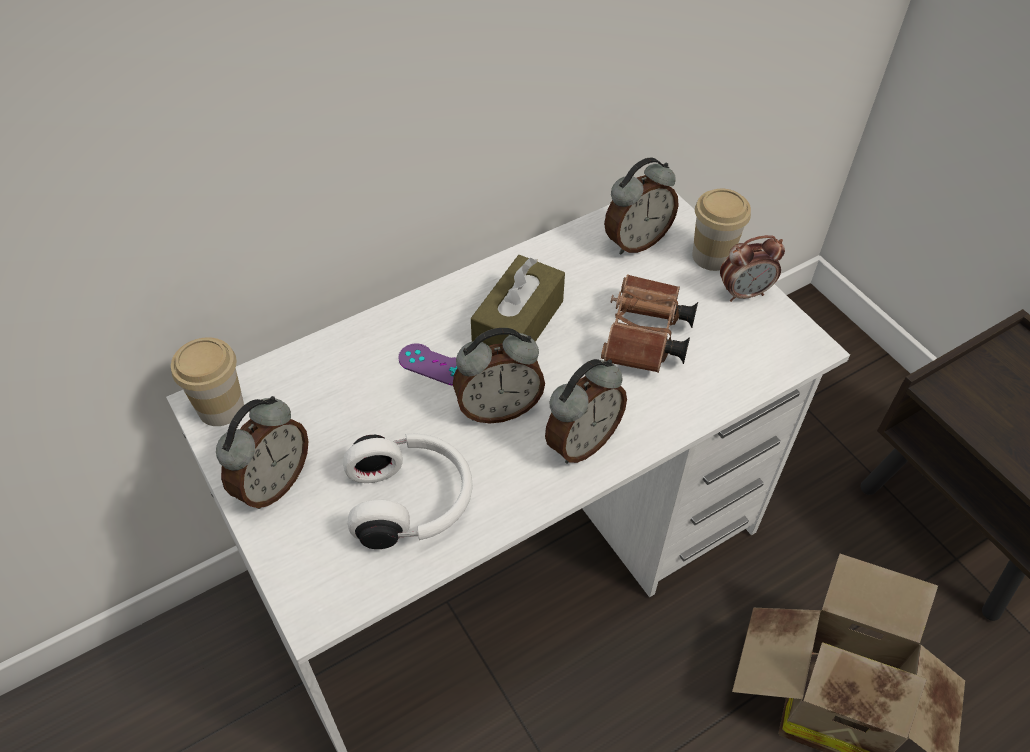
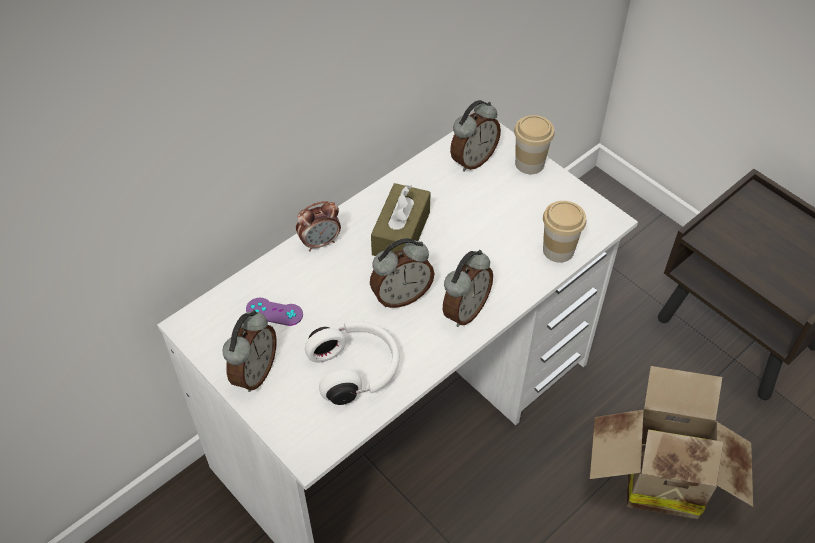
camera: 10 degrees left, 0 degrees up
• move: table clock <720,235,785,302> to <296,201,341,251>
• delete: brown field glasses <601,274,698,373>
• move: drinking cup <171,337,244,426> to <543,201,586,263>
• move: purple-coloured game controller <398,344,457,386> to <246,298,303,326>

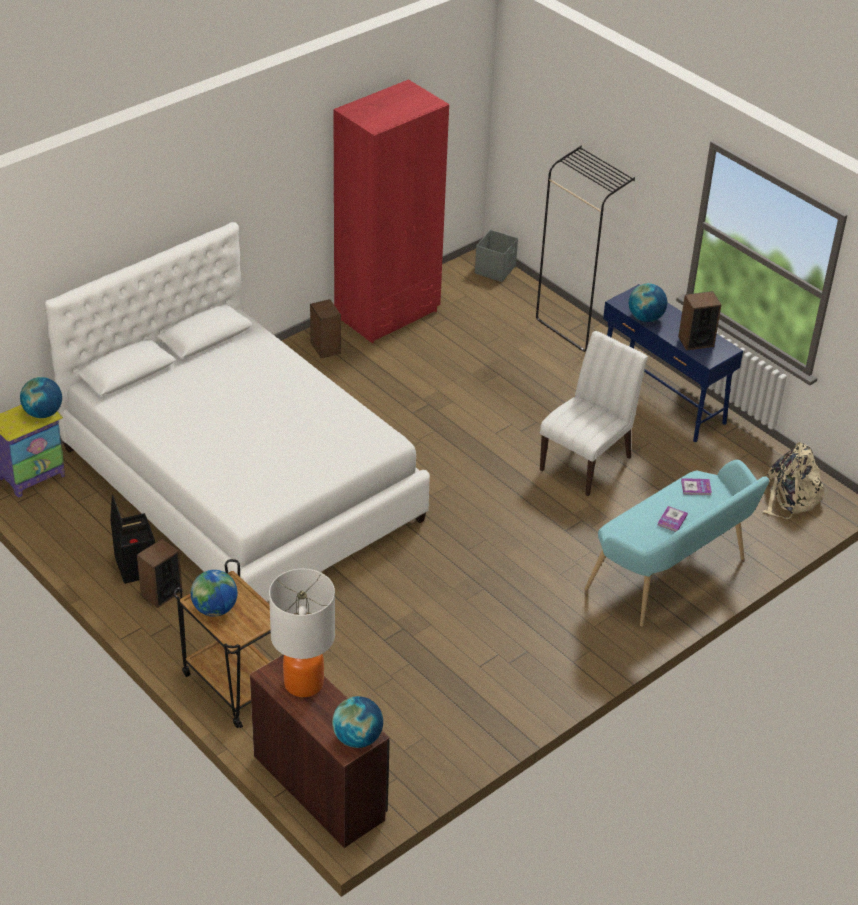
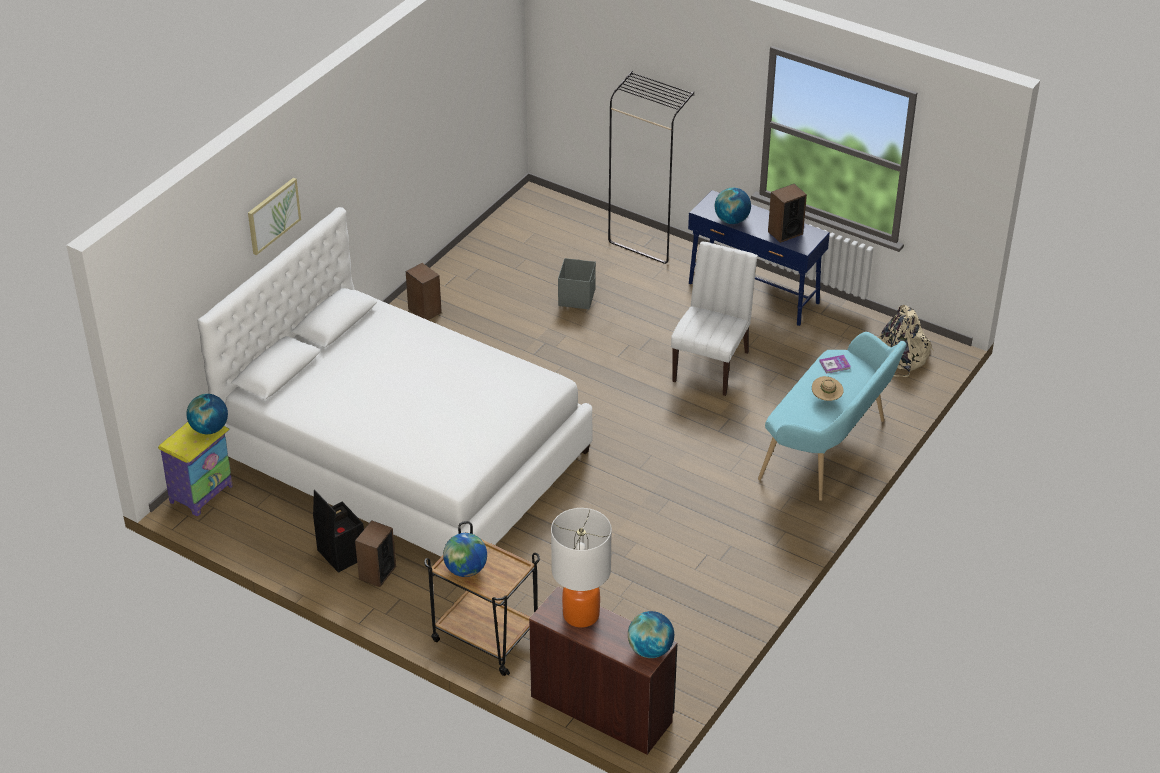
camera: 15 degrees left, 0 degrees up
• delete: red-coloured clothes cupboard <334,80,449,343>
• move: greyish storage container <475,230,518,282> to <558,258,596,309>
• replace: book <658,506,688,532> to beige-coloured wearable hat <812,376,844,401>
• insert: wall picture <248,178,301,255>

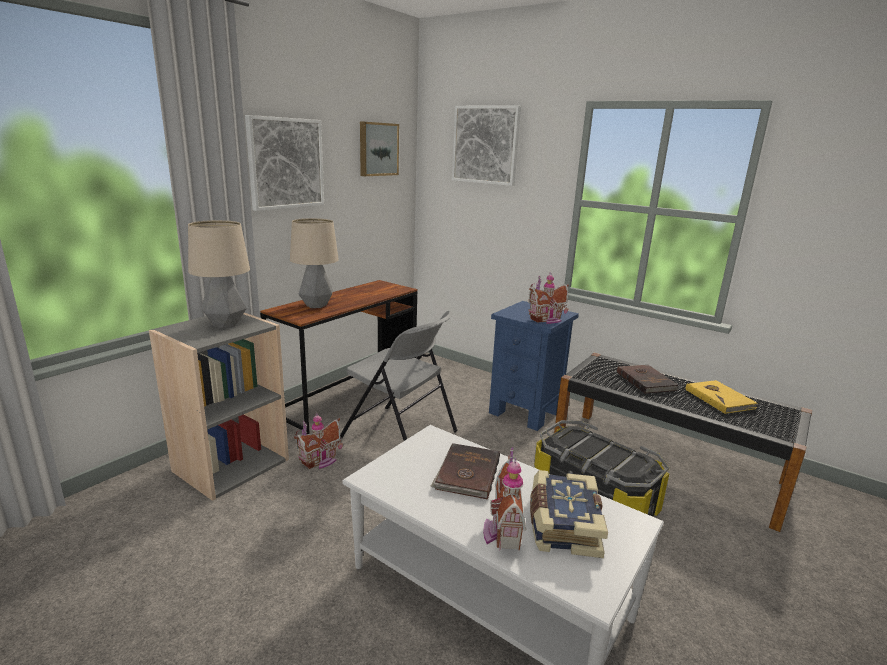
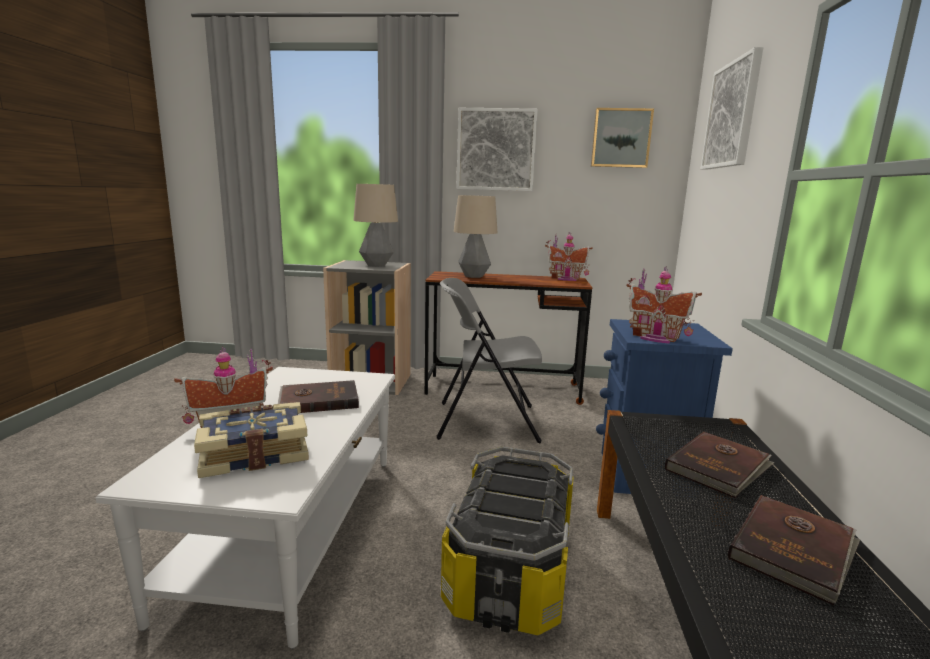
camera: 60 degrees right, 5 degrees down
• rotate: greyish upright chair <340,311,458,441> = <437,278,542,443> 90 degrees clockwise
• recolor: yellow-coloured book <686,380,757,414> to brown book <728,495,860,606>
• move: toy house <294,413,343,469> to <545,234,593,281>

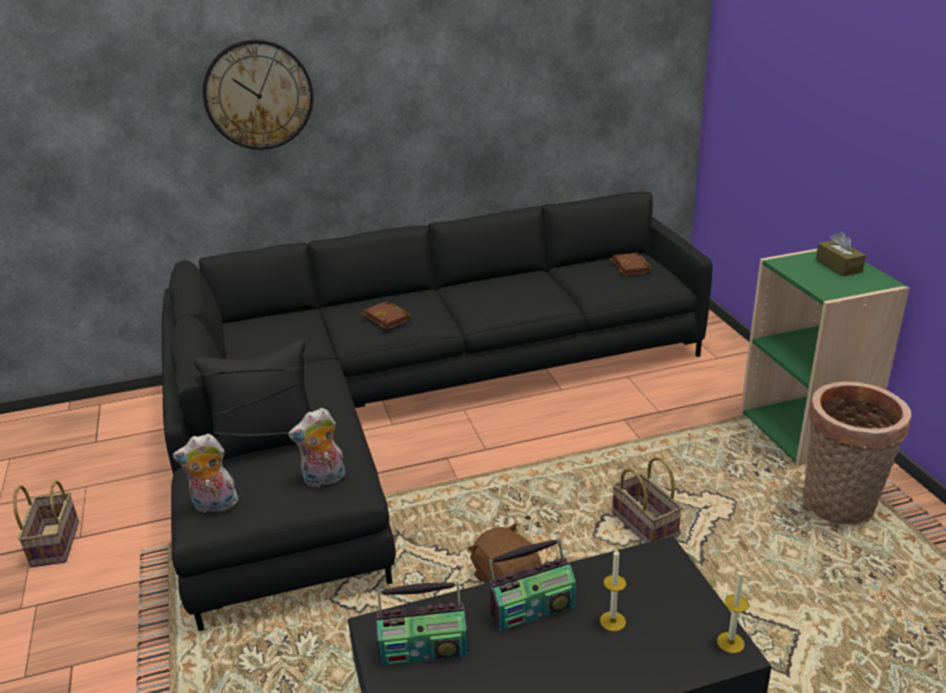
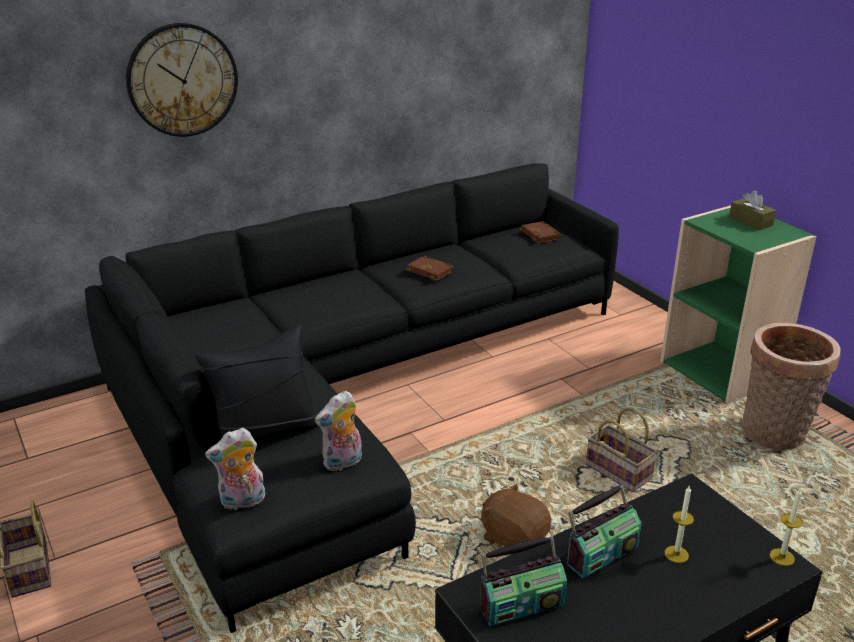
camera: 15 degrees left, 0 degrees up
• move: brown book <361,301,411,330> to <406,256,453,281>

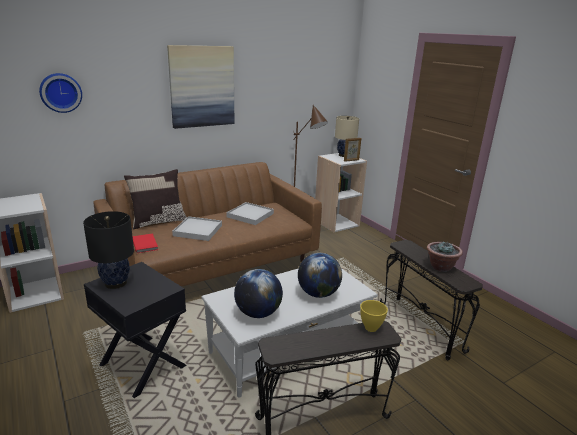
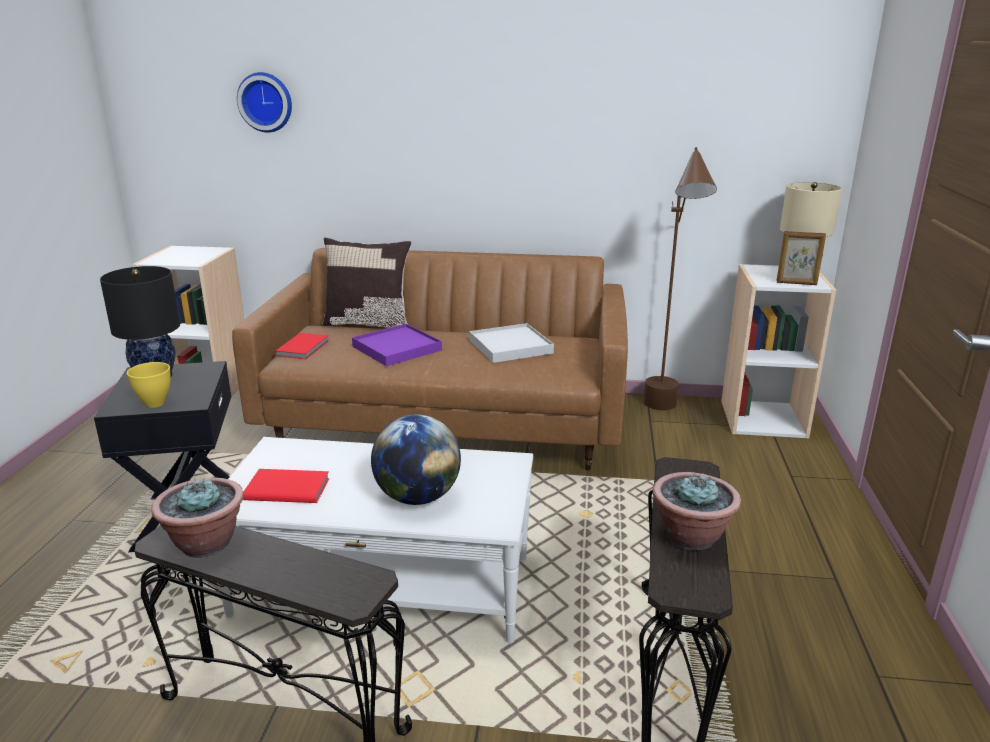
camera: 40 degrees right, 0 degrees up
• delete: wall picture <167,45,234,129>
• recolor: white-coloured serving tray <172,216,222,241> to purple-coloured serving tray <352,324,442,366>
• replace: world globe <234,269,283,318> to red-coloured book <243,469,329,503>
• move: yellow-coloured serving bowl <360,300,388,332> to <127,362,171,408>
• insert: potted plant <151,477,244,558>

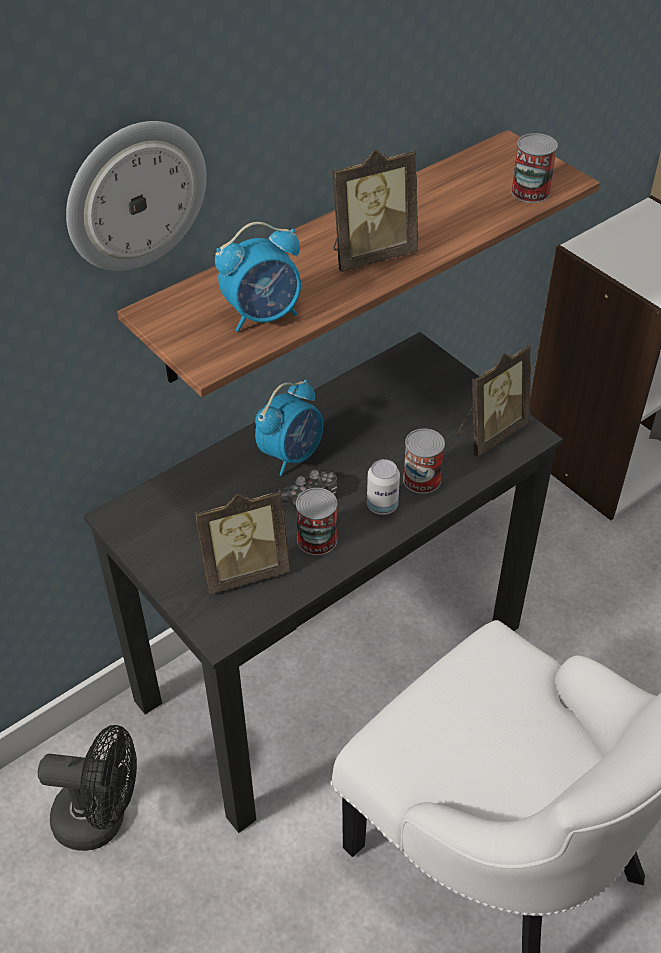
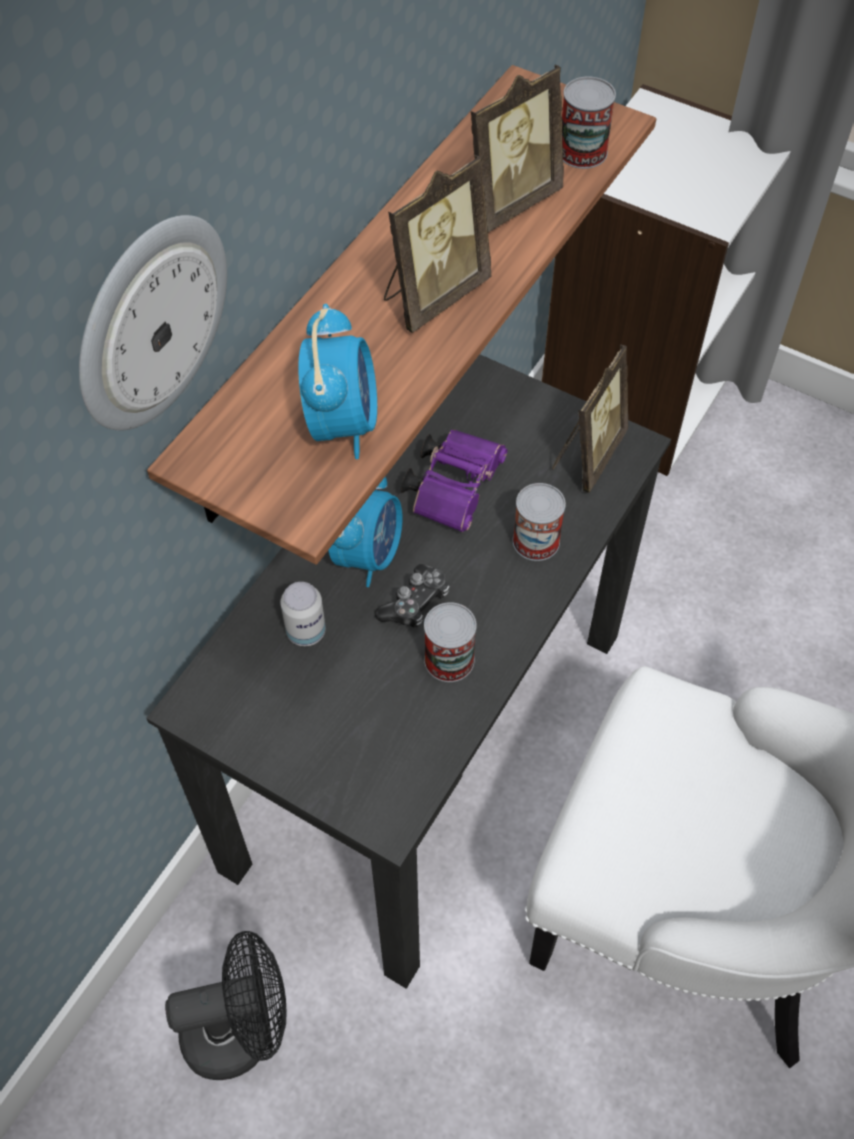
camera: 20 degrees left, 10 degrees up
• rotate: table clock <215,222,301,332> = <298,304,377,459> 45 degrees counterclockwise
• move: can <367,459,400,515> to <280,582,326,646>
• move: standing frame <194,489,290,595> to <471,65,564,232>
• insert: purple-coloured field glasses <401,430,507,532>

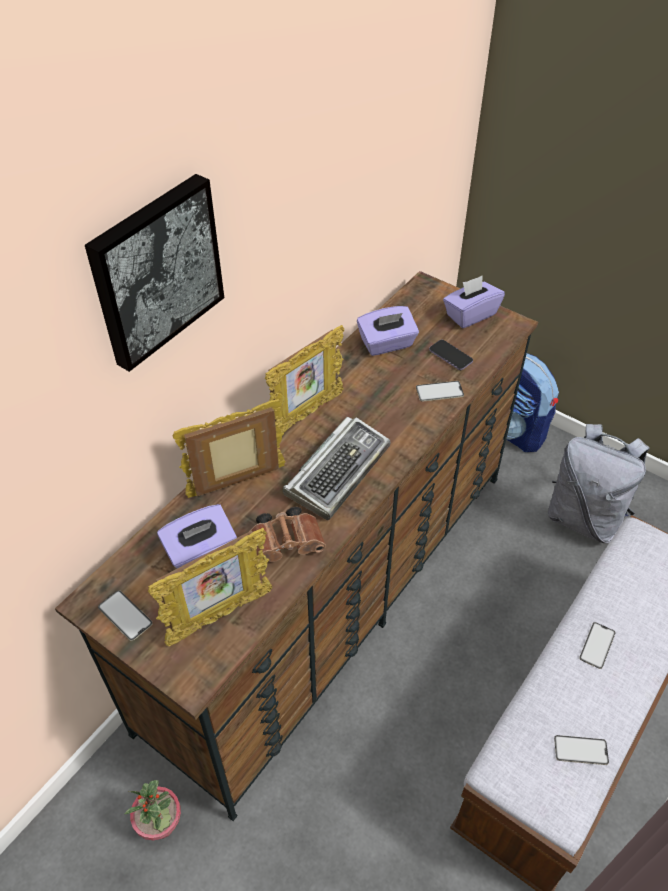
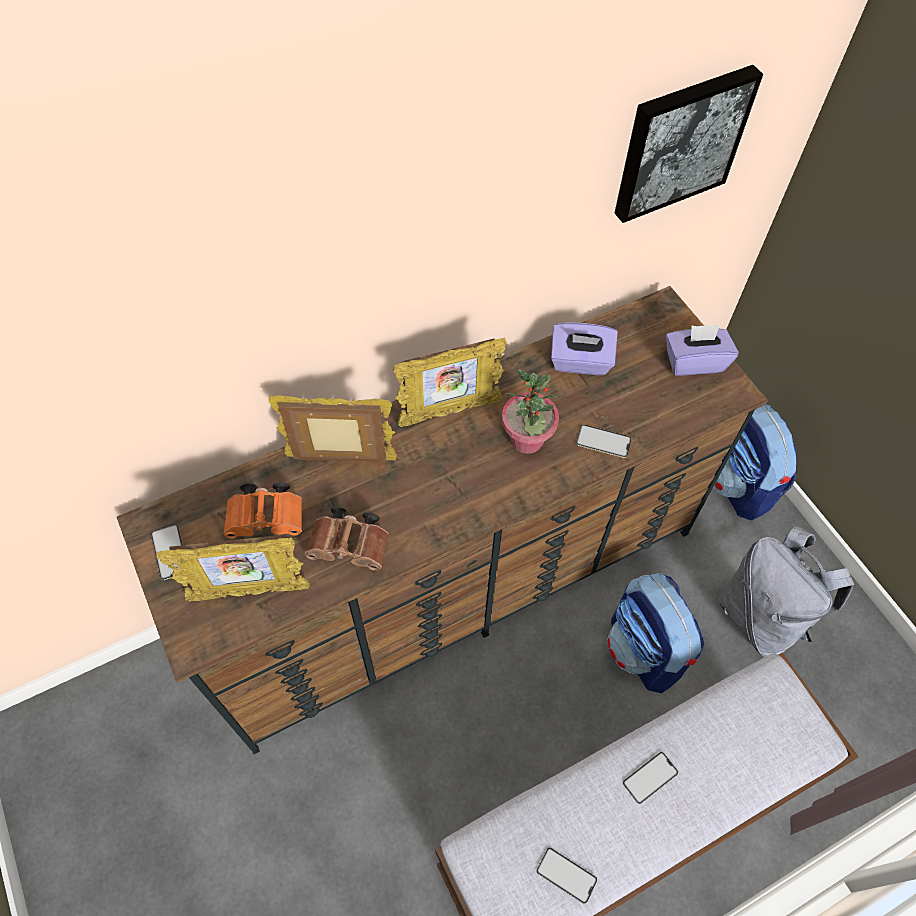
camera: 25 degrees right, 10 degrees up
• move: wall picture <85,174,224,372> to <615,65,763,223>
• delete: phone <429,340,473,370>
• delete: PC keyboard <283,417,390,520>
• replace: purple-coloured tissue box <157,504,237,568> to orange field glasses <223,482,302,539>
• move: potted plant <125,780,181,840> to <502,369,559,454>
• insert: knapsack <607,573,704,693>

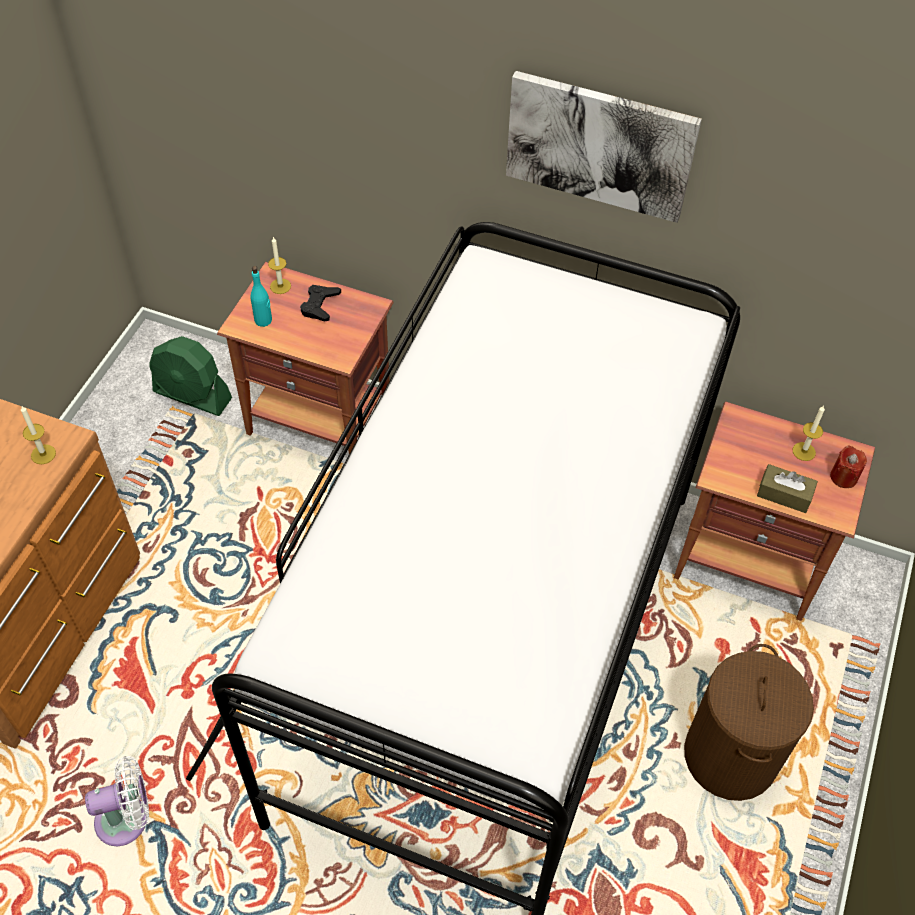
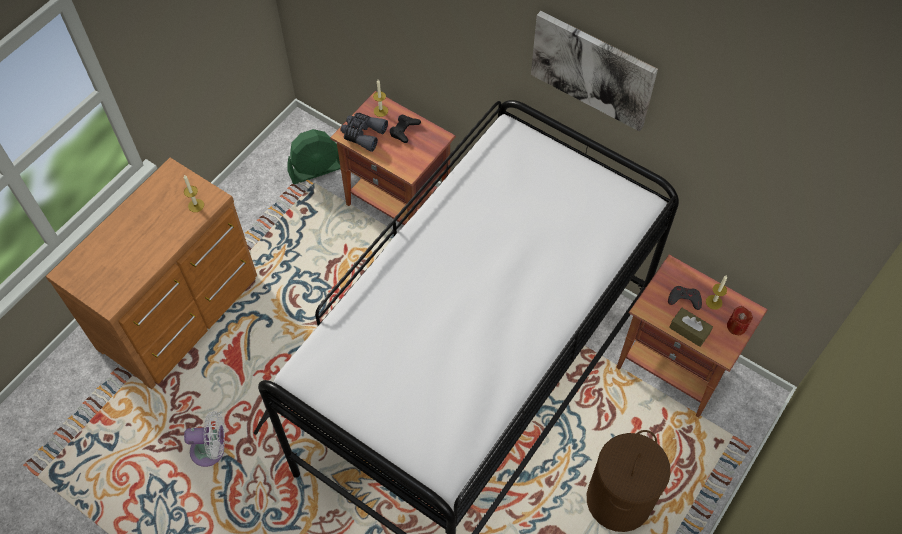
camera: 15 degrees right, 5 degrees up
• replace: turquoise-coloured drink bottle <251,266,272,327> to greyish field glasses <340,113,388,152>
• rotate: greenish fan <150,336,232,416> = <288,129,341,184> 60 degrees counterclockwise
• insert: greyish game controller <668,286,702,310>

